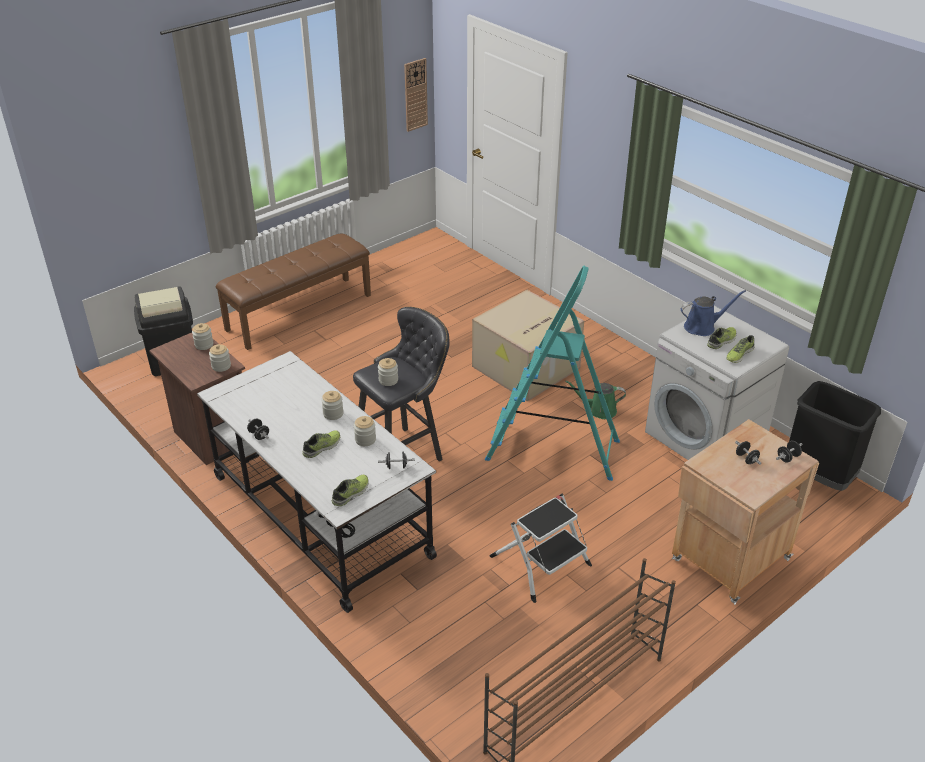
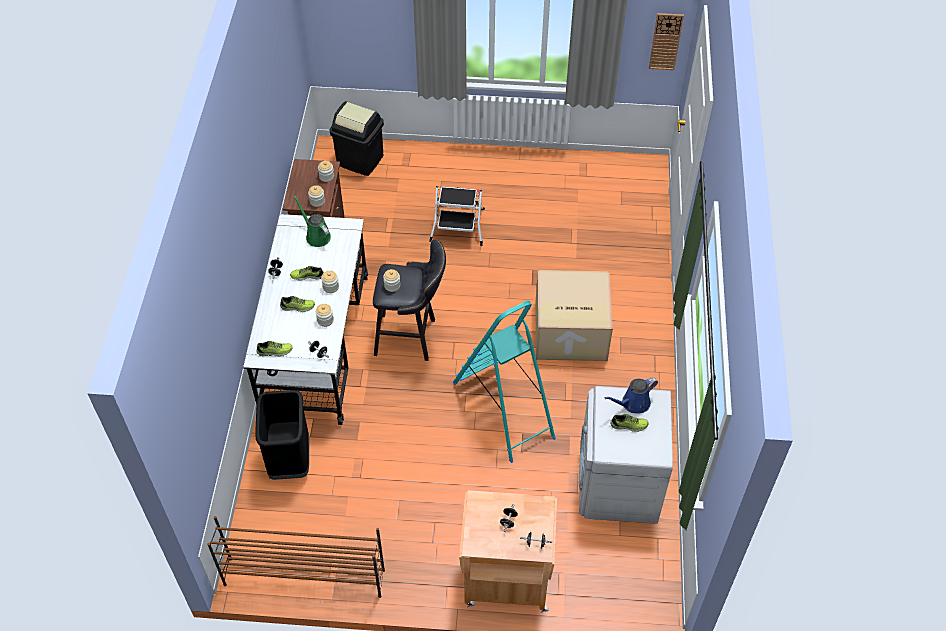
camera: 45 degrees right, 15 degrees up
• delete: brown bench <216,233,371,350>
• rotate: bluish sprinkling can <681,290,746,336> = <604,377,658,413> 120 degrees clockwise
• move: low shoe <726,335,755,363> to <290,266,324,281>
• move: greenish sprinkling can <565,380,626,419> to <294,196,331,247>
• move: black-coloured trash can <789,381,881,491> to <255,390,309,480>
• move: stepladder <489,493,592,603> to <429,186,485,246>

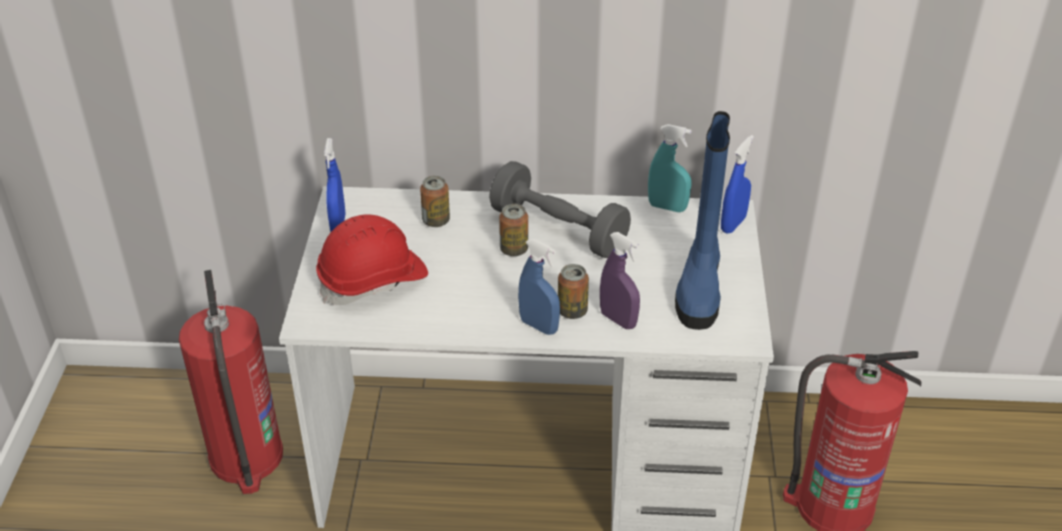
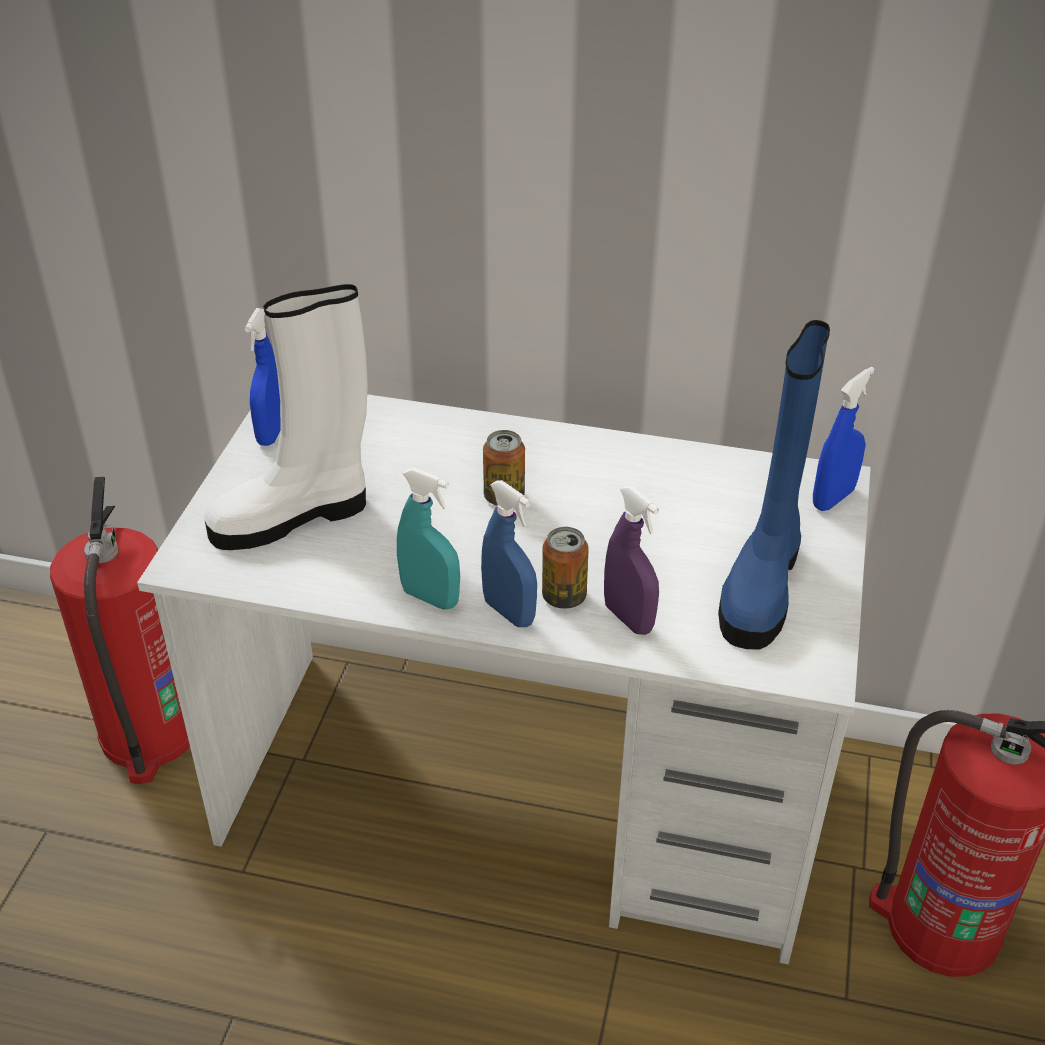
camera: 10 degrees right, 0 degrees up
• move: turquoise-coloured spray bottle <648,124,691,212> to <397,467,460,610>
• delete: greyish free weight <489,161,631,258>
• delete: can <420,176,450,227>
• replace: red-coloured safety helmet <316,214,428,305> to white-coloured tall boot <204,284,368,550>

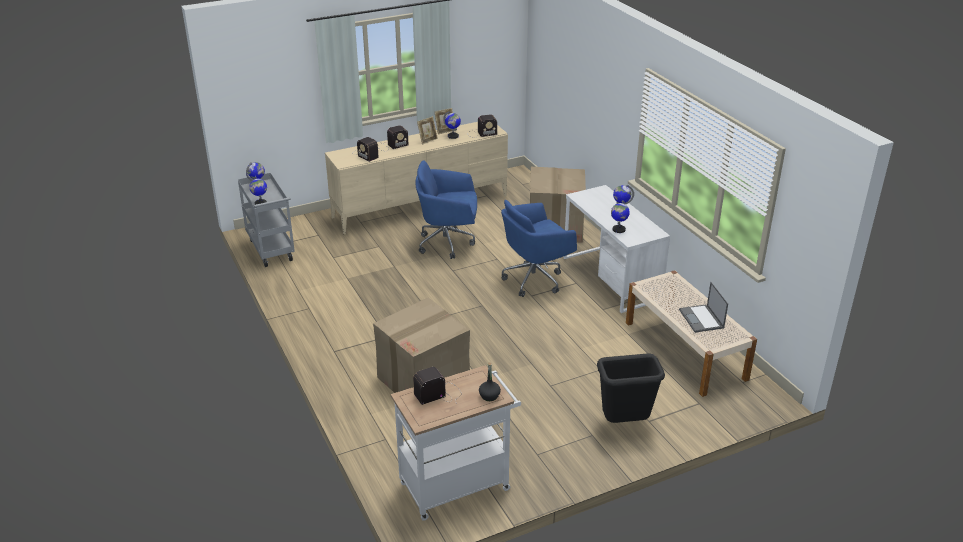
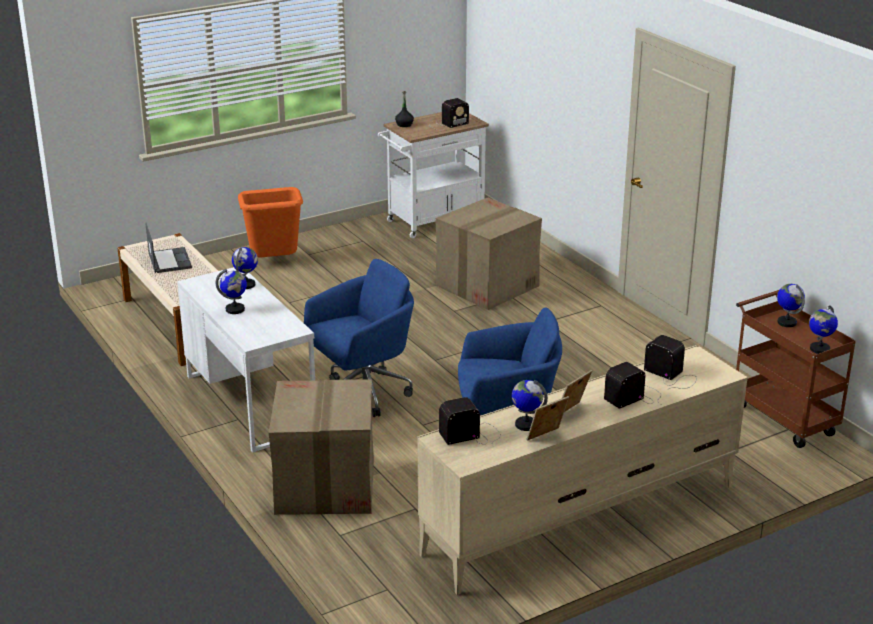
camera: 175 degrees right, 5 degrees down
• recolor: greyish cart <238,173,295,267> to brown cart <736,290,856,448>
• recolor: black-coloured trash can <597,353,665,423> to orange trash can <238,187,303,257>

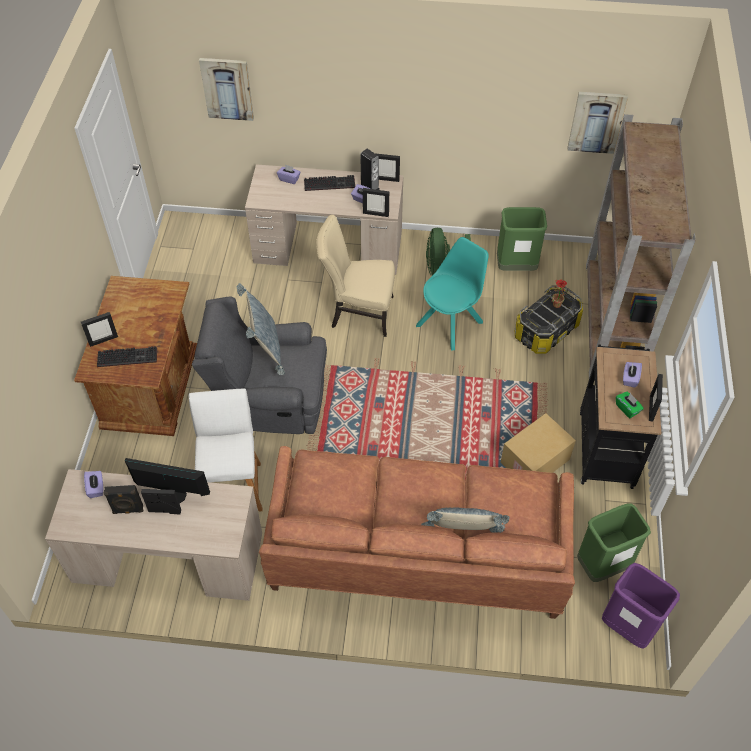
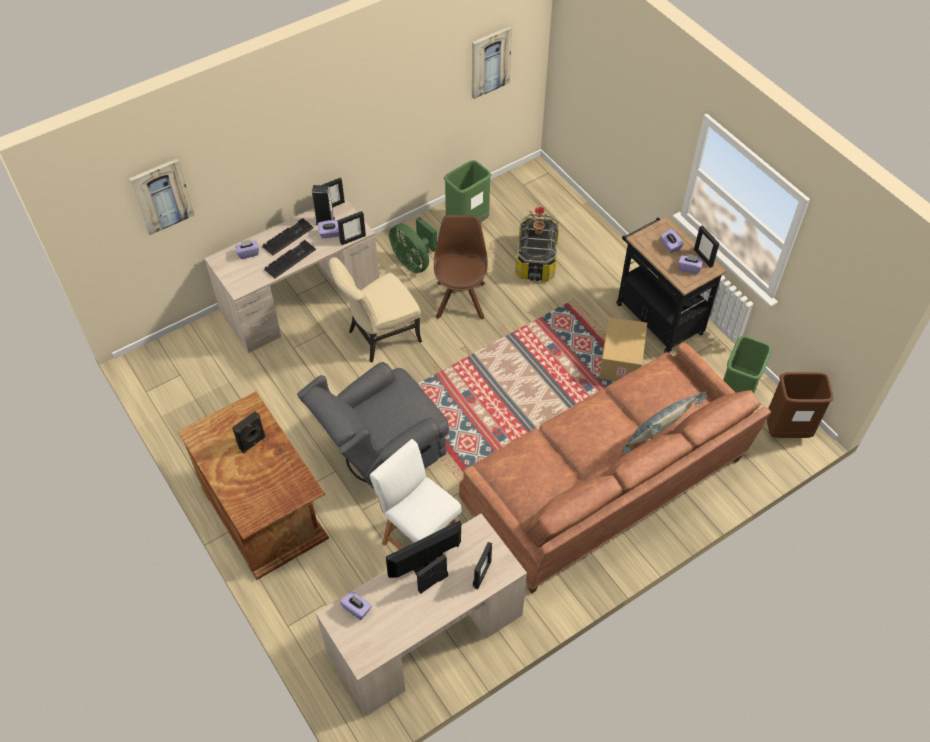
camera: 40 degrees left, 0 degrees up
• delete: brown bookcase <586,114,696,378>
• recolor: turquoise-coloured upright chair <416,237,489,351> to brown upright chair <434,215,488,320>
• delete: cushion <237,283,285,375>
• move: standing frame <81,312,118,347> to <473,542,492,589>
• move: PC keyboard <97,346,157,367> to <264,240,316,278>
• recolor: greenish tissue box <616,392,644,418> to purple-coloured tissue box <678,254,703,274>
• move: black-coloured loudspeaker <104,485,143,514> to <232,411,266,453>
• recolor: purple-coloured trash can <602,563,680,649> to brown trash can <767,372,834,438>

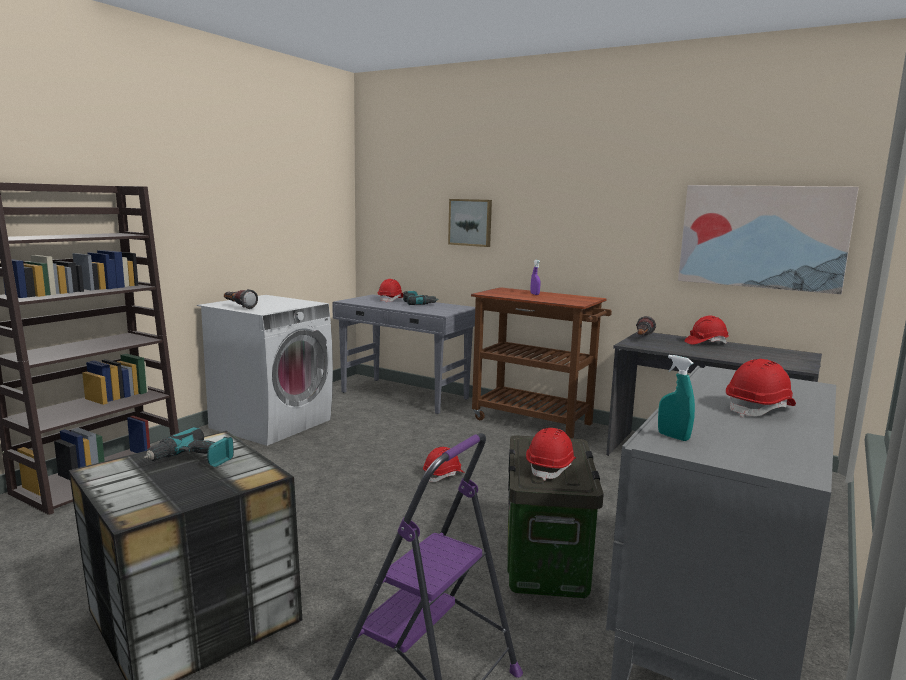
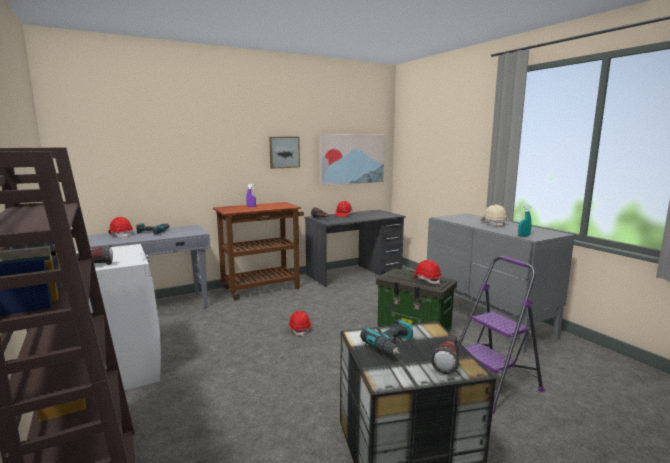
camera: 60 degrees left, 0 degrees up
• move: wall picture <448,199,492,247> to <269,137,300,169>
• recolor: red-coloured safety helmet <726,359,796,417> to beige-coloured safety helmet <481,205,508,227>
• insert: hand torch <431,334,460,374>

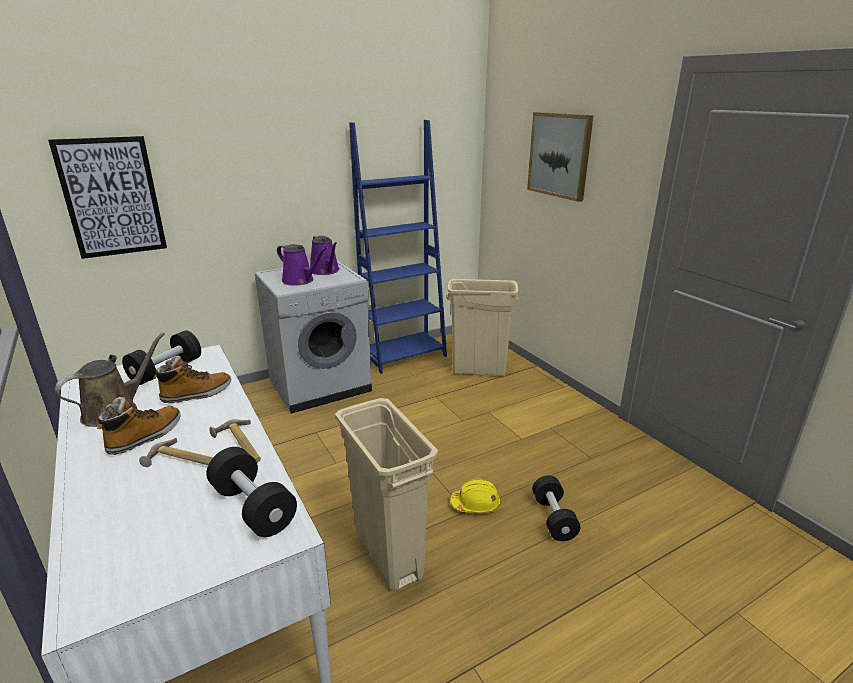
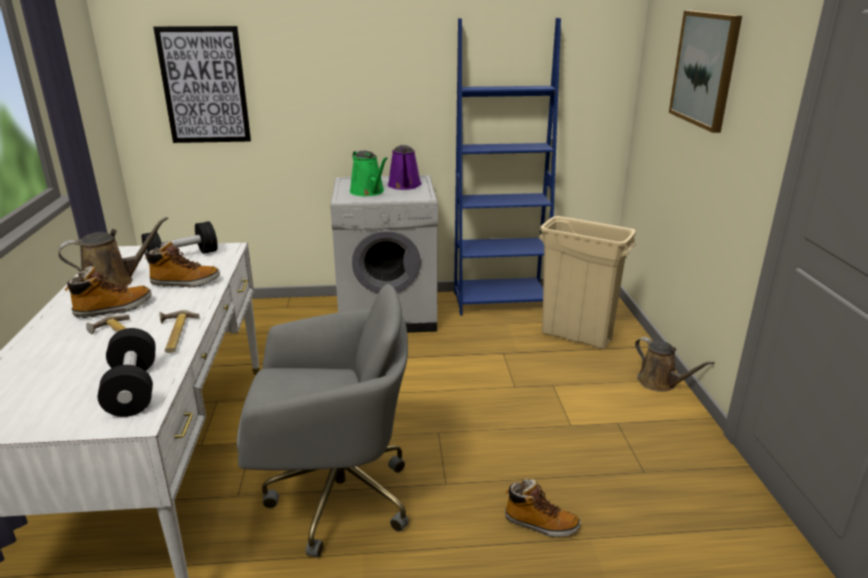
camera: 25 degrees right, 0 degrees up
• recolor: purple-coloured sprinkling can <277,244,327,286> to greenish sprinkling can <350,150,388,196>
• replace: beige-coloured trash can <335,398,438,591> to greyish computer chair <237,284,409,557>
• replace: black-coloured free weight <532,476,581,541> to tall boot <505,479,580,537>
• delete: yellow-coloured safety helmet <450,479,501,514>
• insert: brown sprinkling can <635,337,714,392>

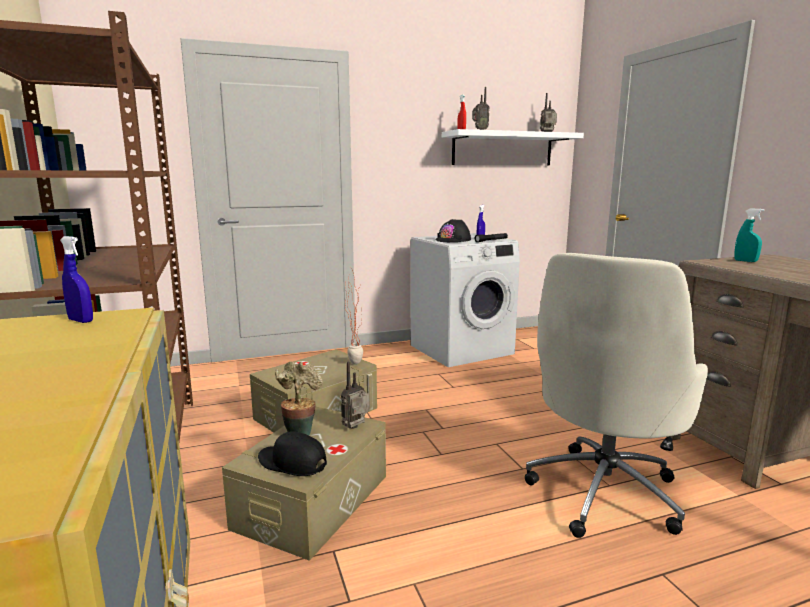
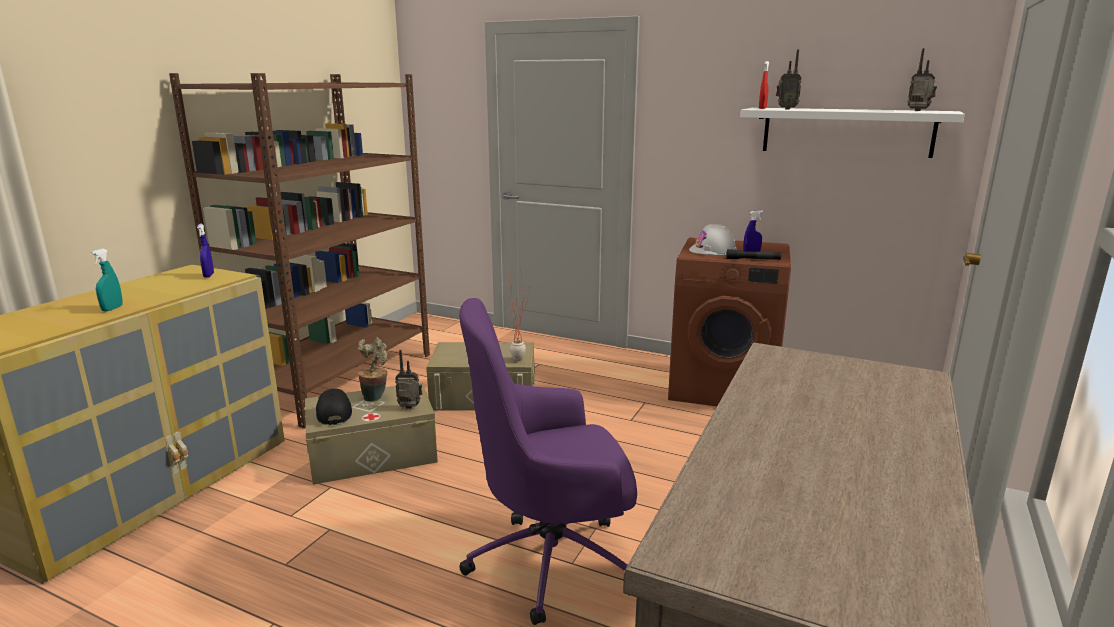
camera: 45 degrees right, 5 degrees up
• move: turquoise-coloured spray bottle <735,209,764,262> to <91,248,123,311>
• recolor: black-coloured safety helmet <436,219,471,242> to white-coloured safety helmet <689,224,737,255>
• recolor: white-coloured laundry machine <411,233,520,367> to brown laundry machine <668,237,791,406>
• recolor: beige-coloured computer chair <525,253,708,538> to purple-coloured computer chair <459,298,637,625>

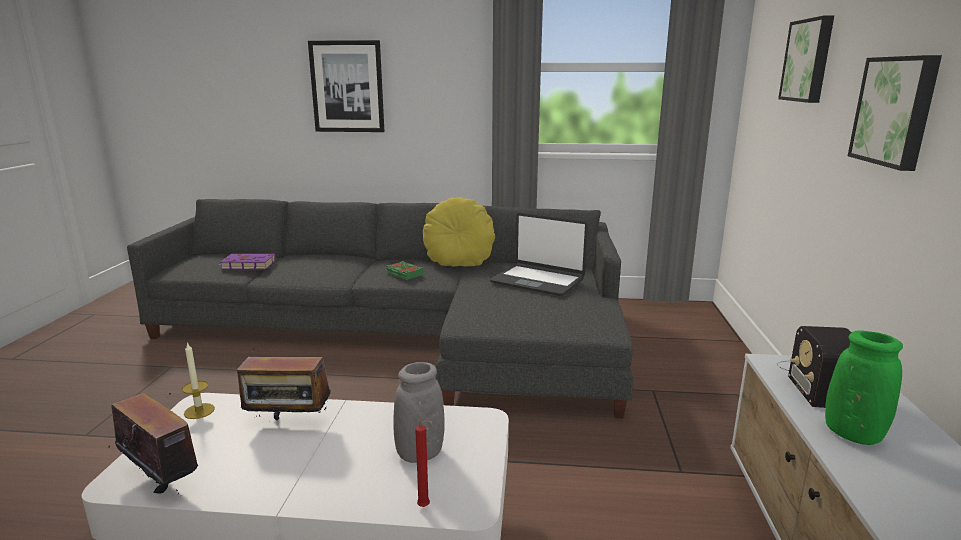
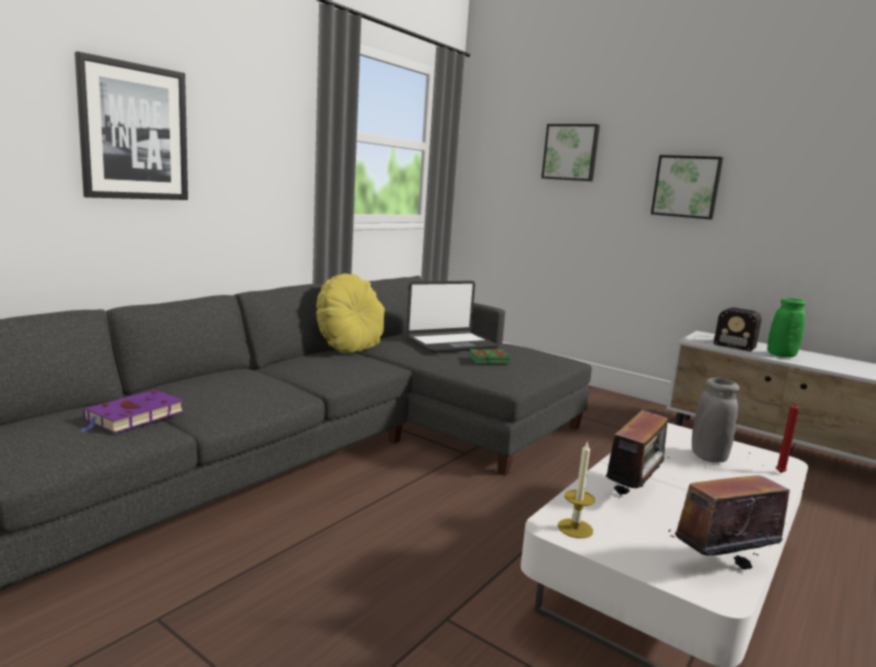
camera: 60 degrees left, 5 degrees down
• move: greenish book <386,261,423,280> to <469,349,511,364>

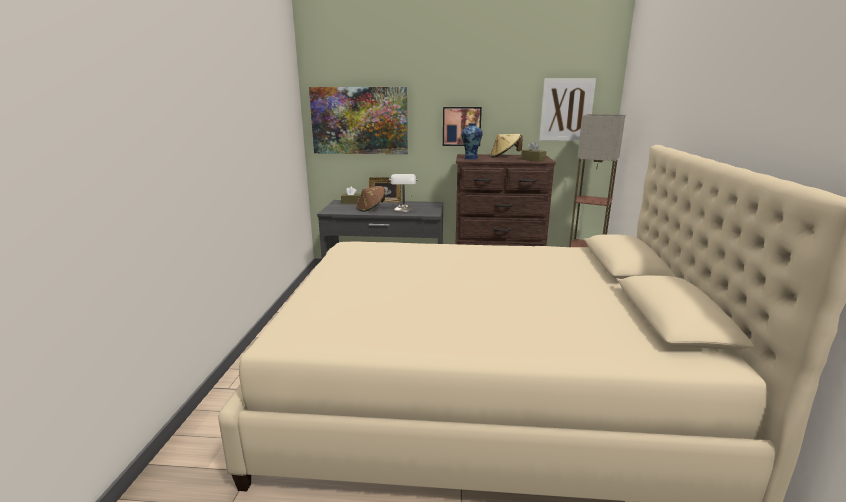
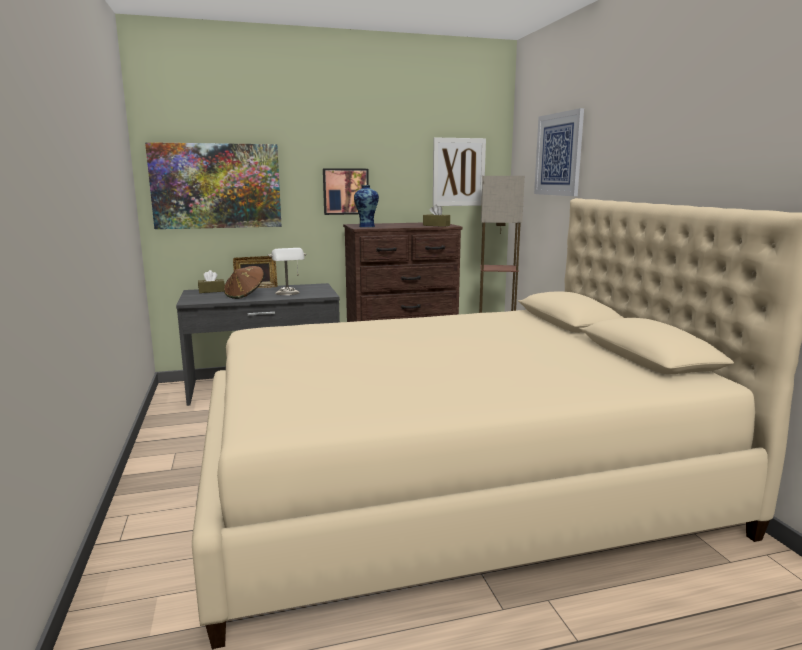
camera: 20 degrees left, 5 degrees down
• delete: beige-coloured wearable hat <490,134,523,157>
• insert: wall picture <534,108,584,196>

